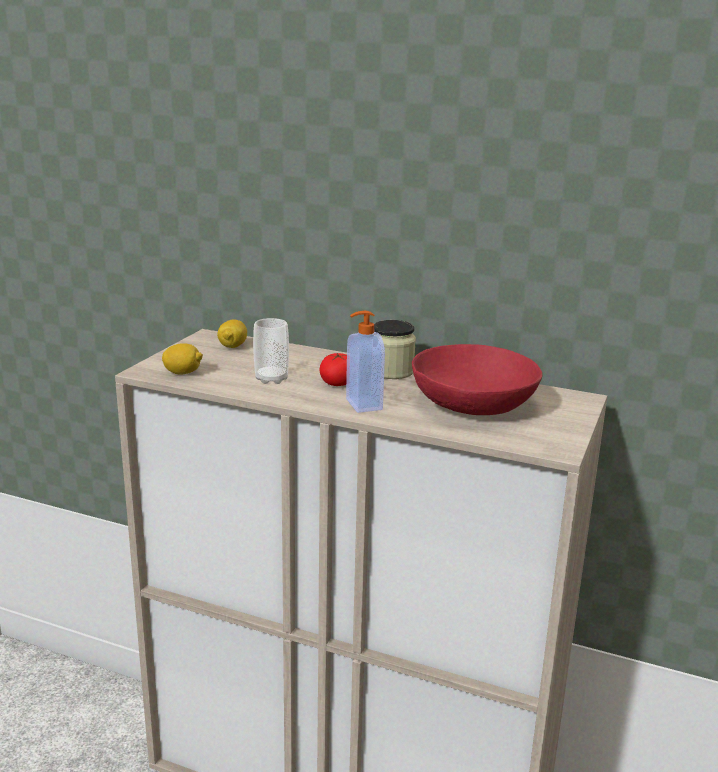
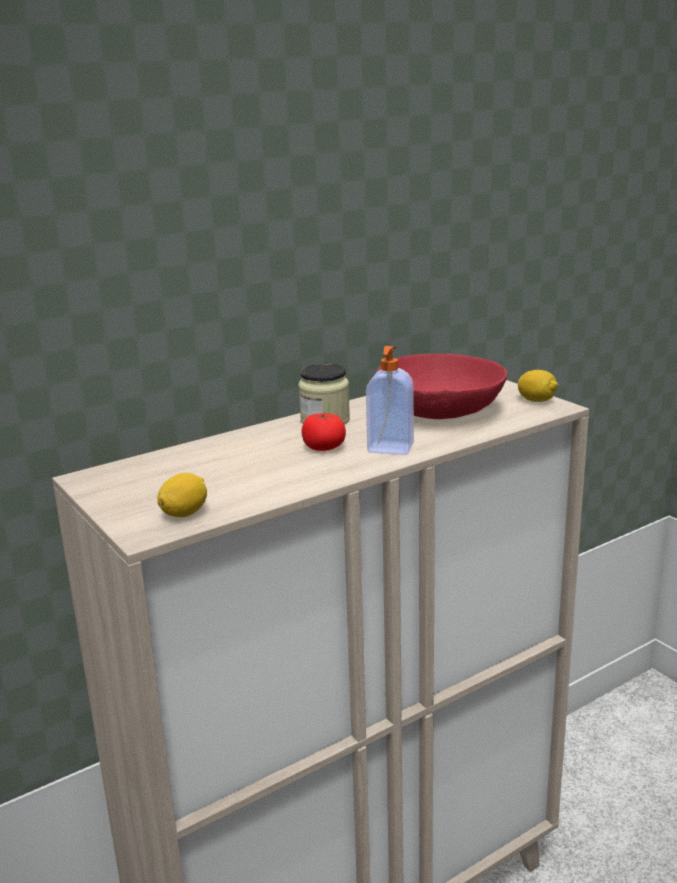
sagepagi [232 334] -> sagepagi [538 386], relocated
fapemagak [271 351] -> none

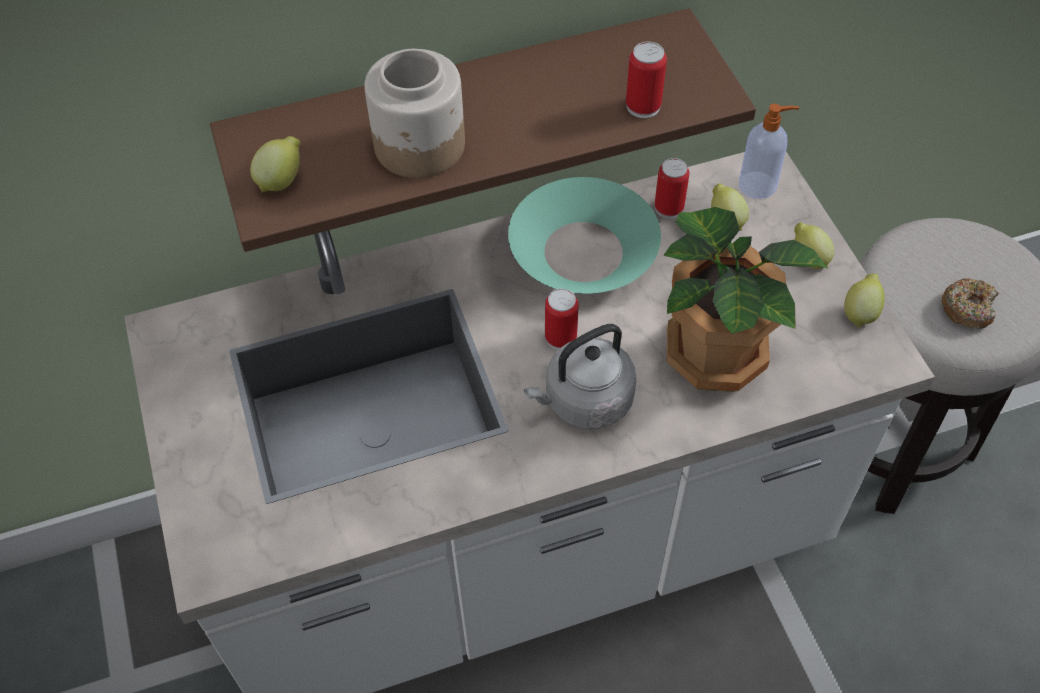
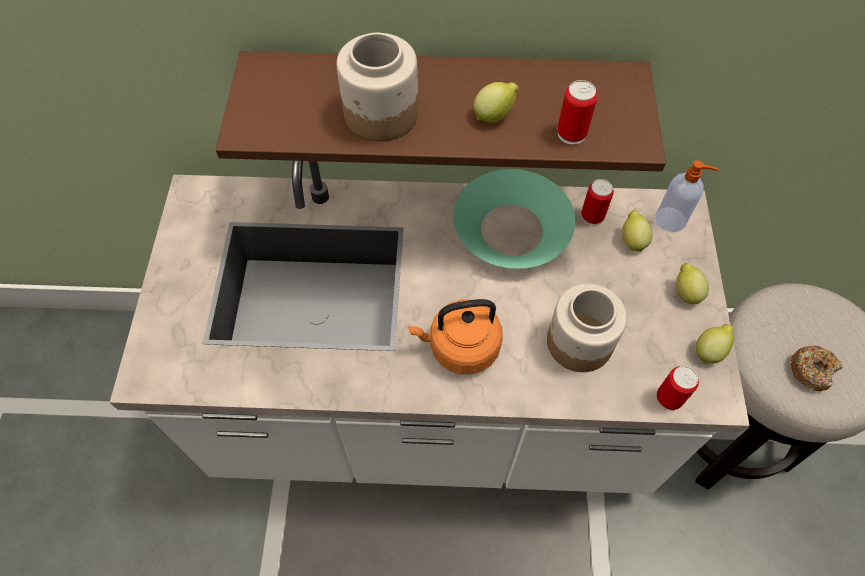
sagepagi [275 164] -> sagepagi [496 102], relocated
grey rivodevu [580 376] -> orange rivodevu [455 336]
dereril [562 319] -> dereril [677 388], relocated
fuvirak [745 299] -> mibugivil [587 327]

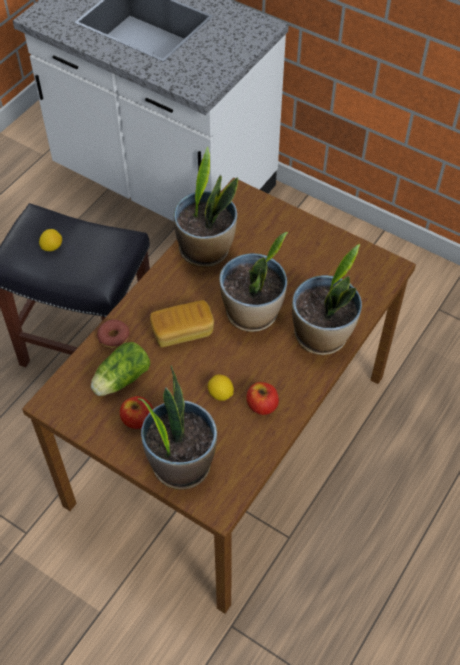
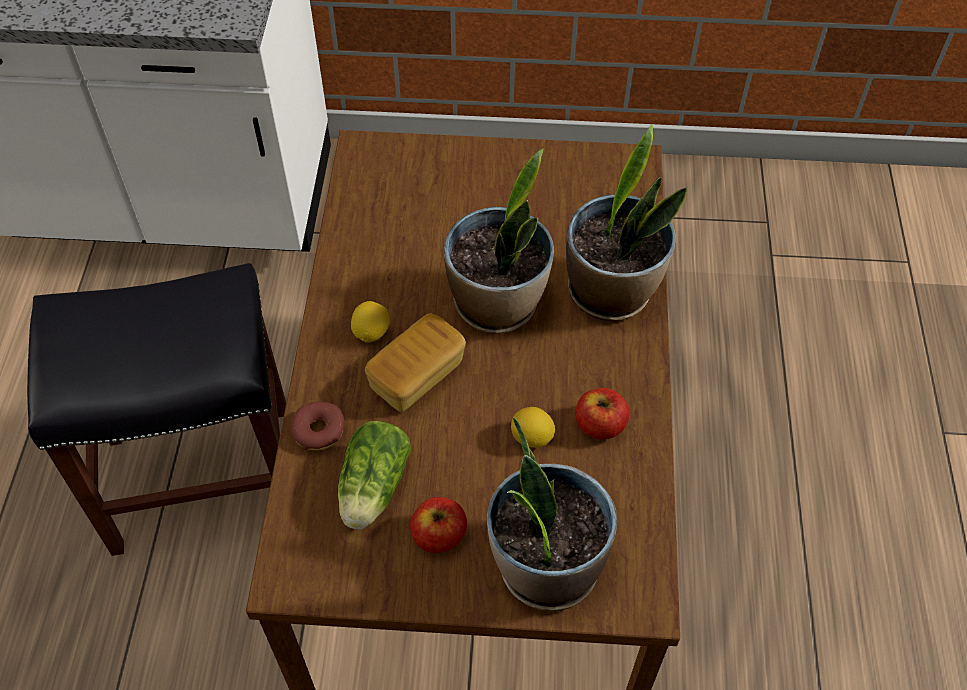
sagepagi [50 240] -> sagepagi [370 322], relocated
fuvirak [206 207] -> none

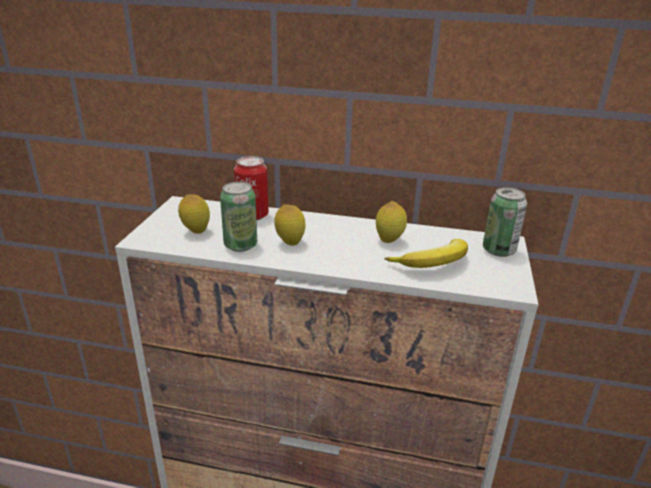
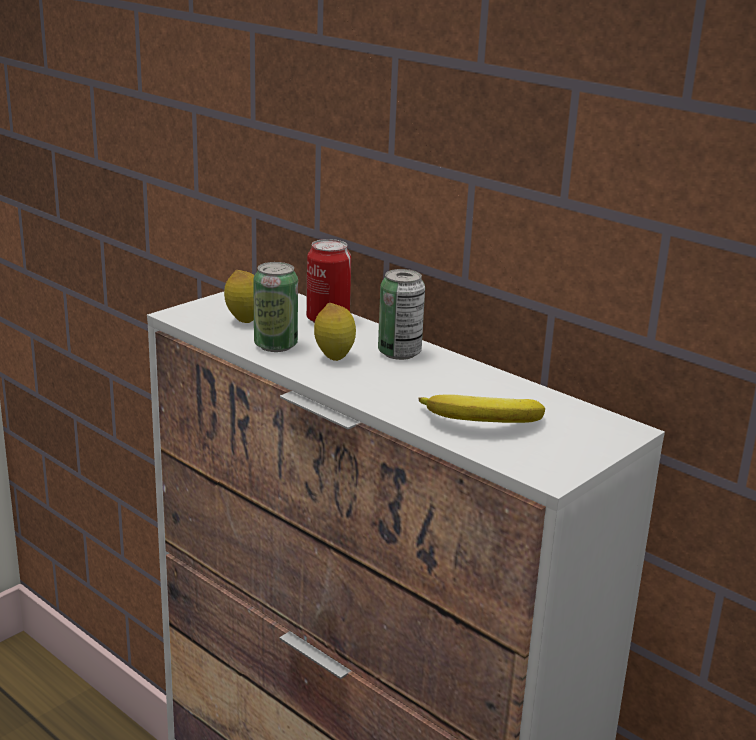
sagepagi [391 222] -> none
dereril [505 222] -> dereril [401 314], relocated

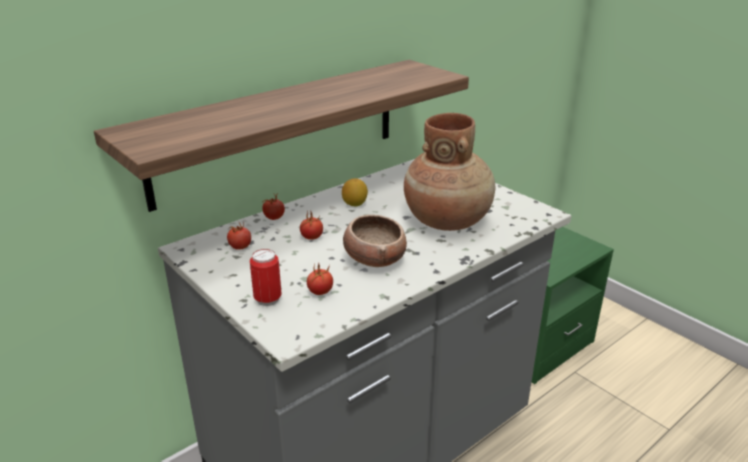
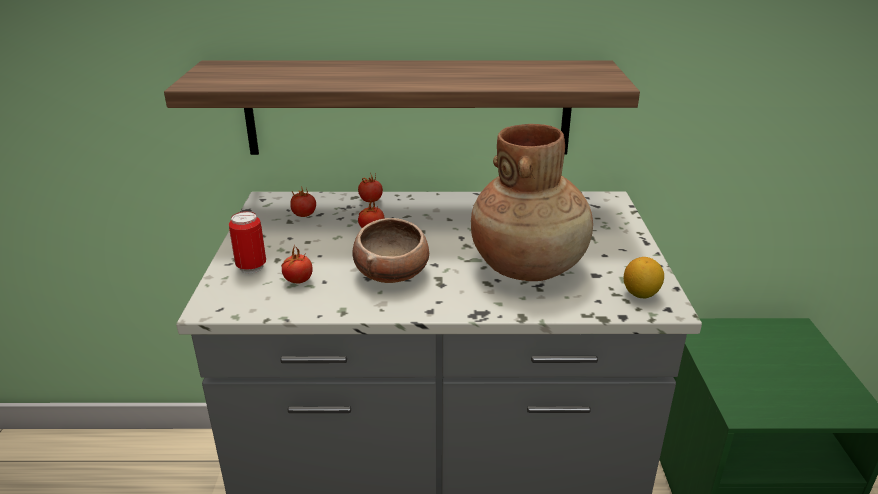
sagepagi [355 192] -> sagepagi [644 278], relocated

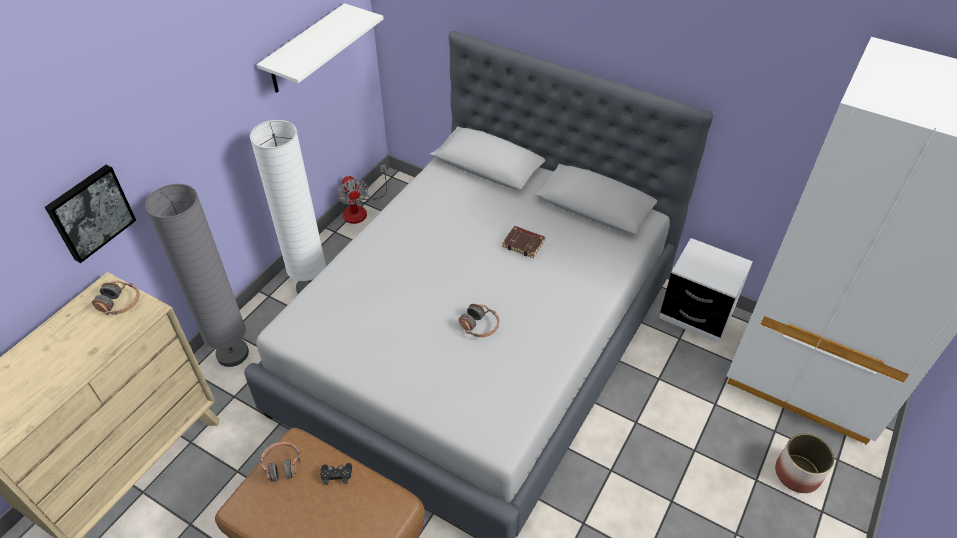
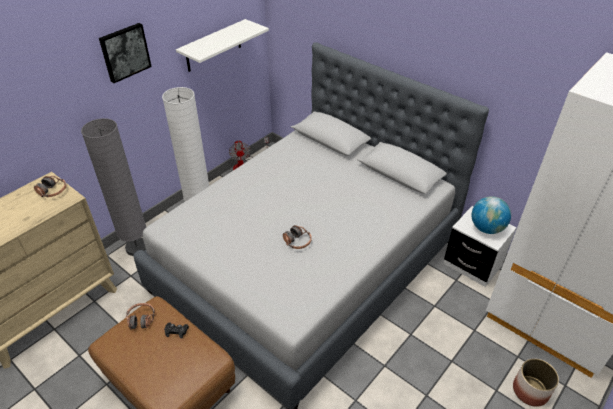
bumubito [90 214] -> bumubito [125 53], relocated
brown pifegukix [523 242] -> none
none -> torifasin [491 215]

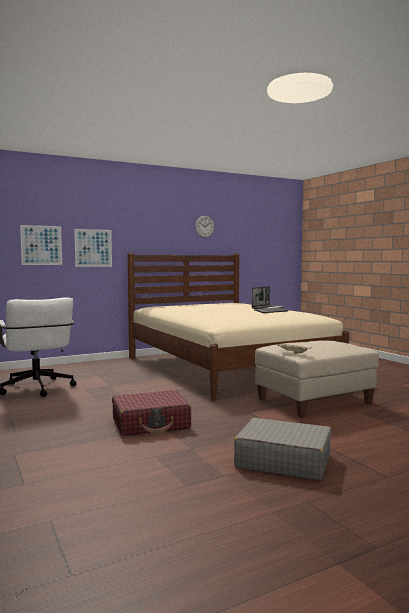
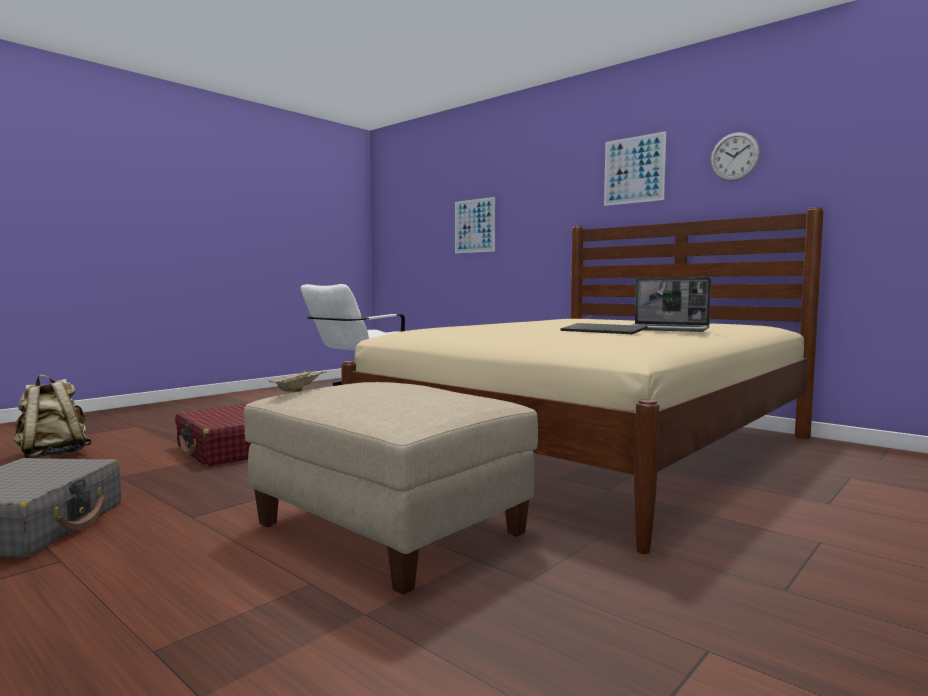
bumubito [93 248] -> bumubito [635 168], relocated
none -> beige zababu [53 416]

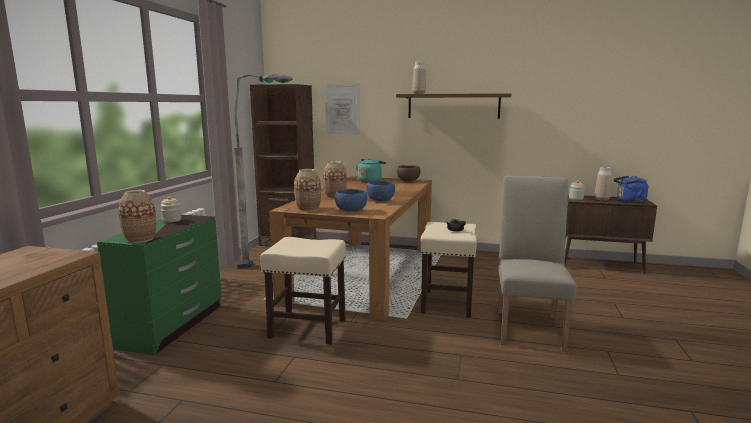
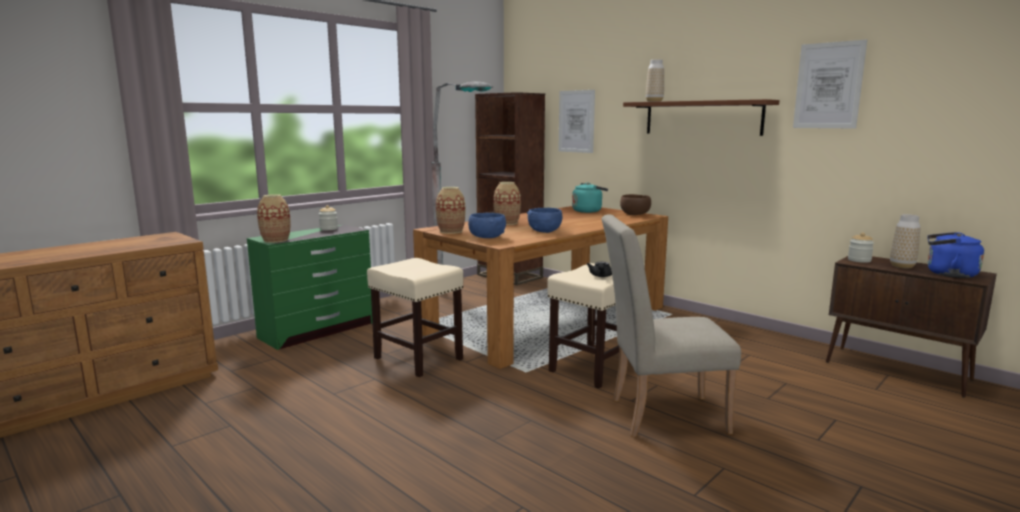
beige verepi [537 263] -> beige verepi [671 325], 135 degrees counterclockwise
none -> bumubito [830 84]

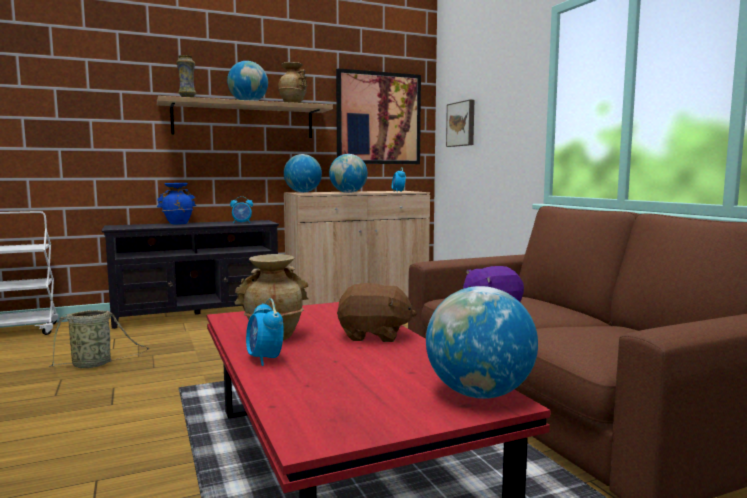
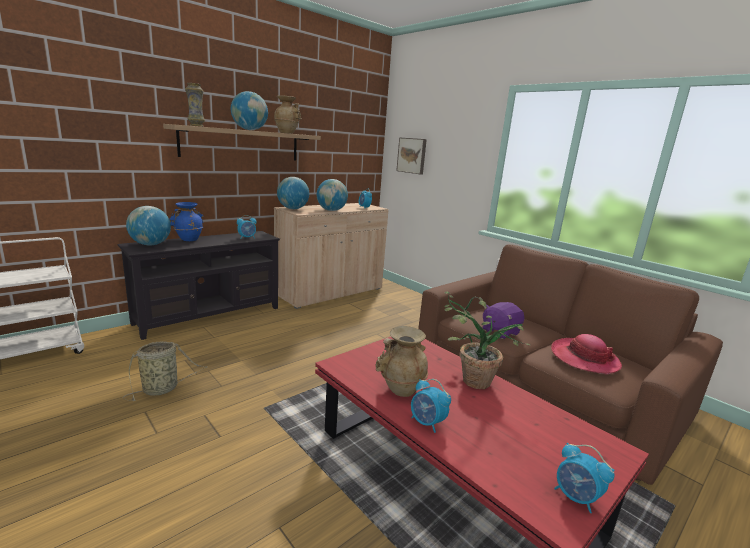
bumubito [378 116] -> none
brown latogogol [377 312] -> fuvirak [487 340]
torifasin [482 342] -> torifasin [148 226], relocated
none -> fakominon [586 354]
none -> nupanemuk [584 478]

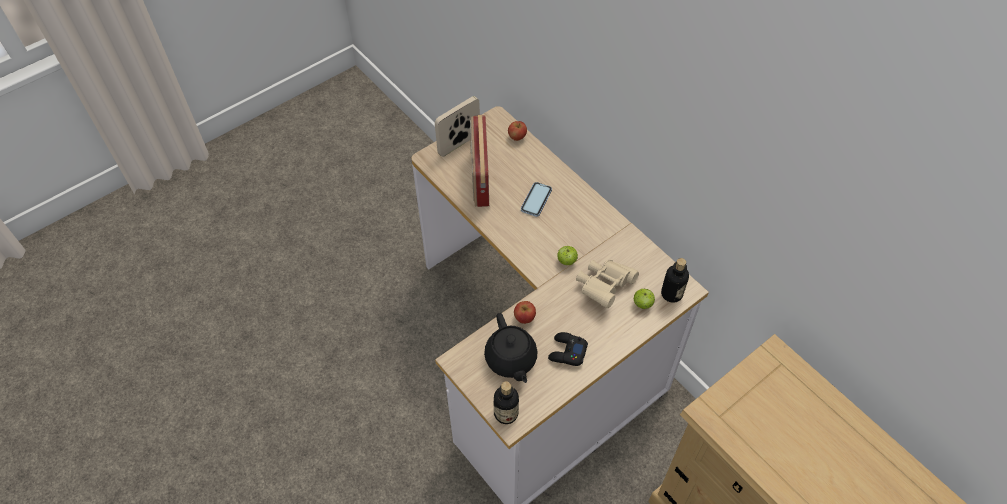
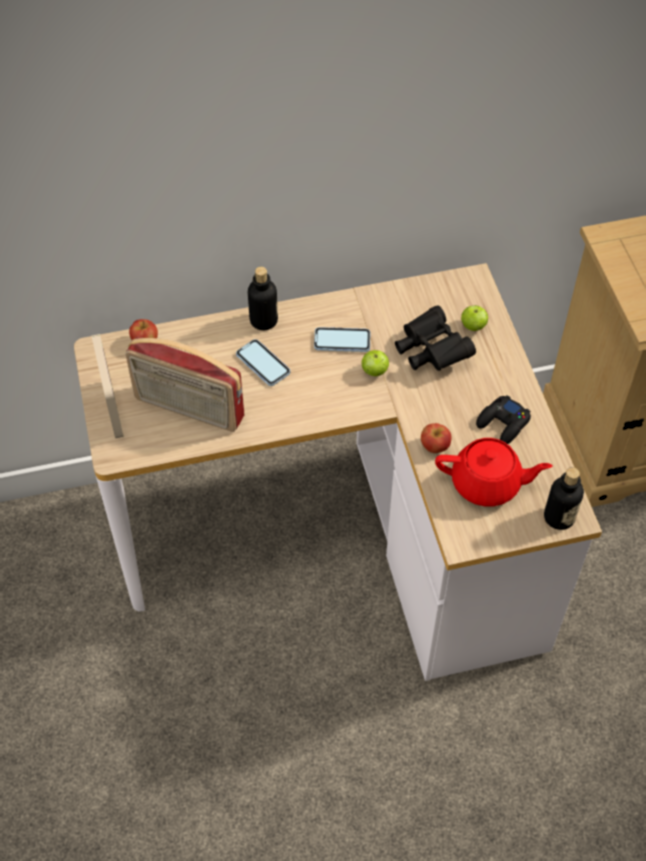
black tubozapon [510 348] -> red tubozapon [493 472]
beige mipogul [607 284] -> black mipogul [435 338]
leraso [675 280] -> leraso [263 298], relocated
none -> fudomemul [342 339]

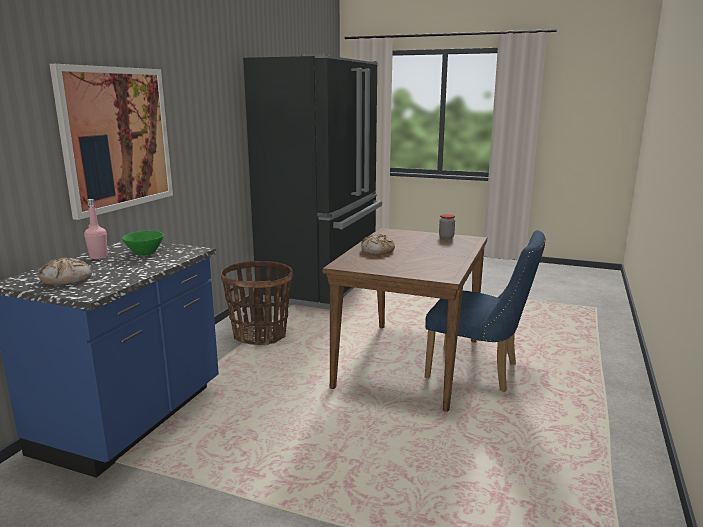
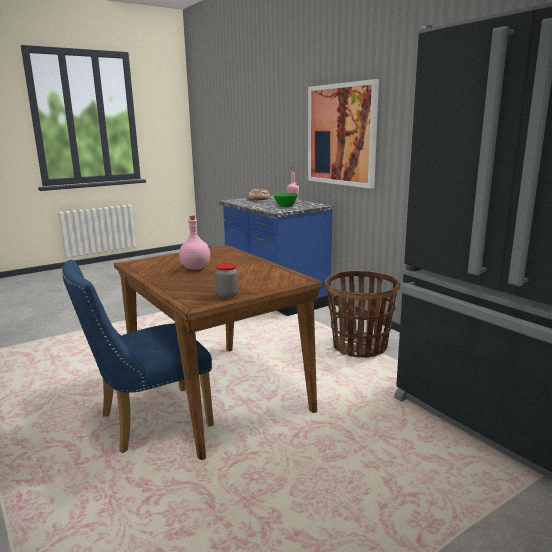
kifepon [378 244] -> none
none -> pink leraso [194 242]

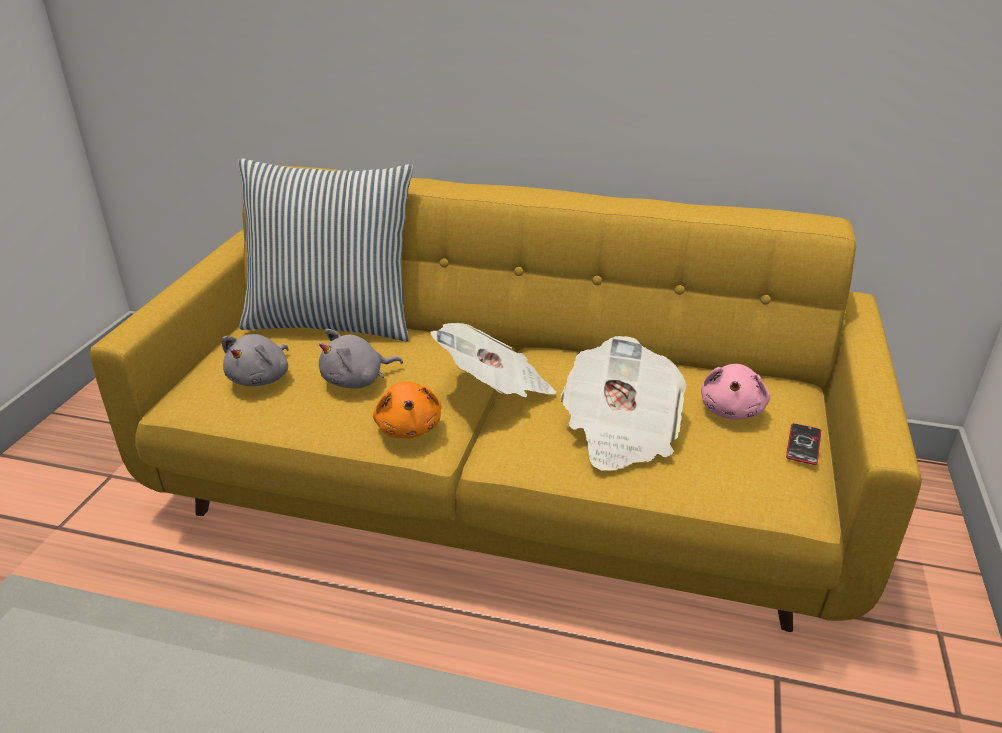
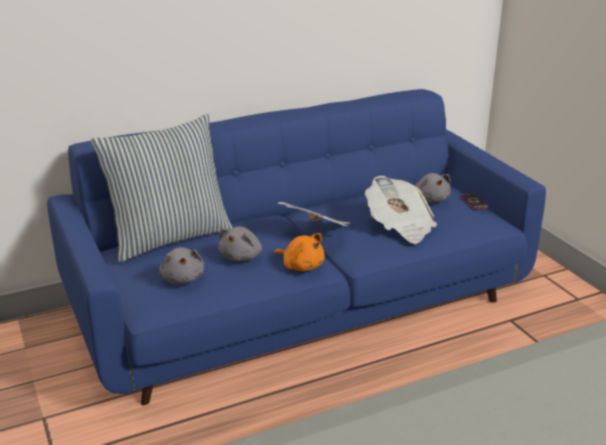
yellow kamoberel [506 399] -> blue kamoberel [296 247]
pink latogogol [735 391] -> grey latogogol [433 188]

